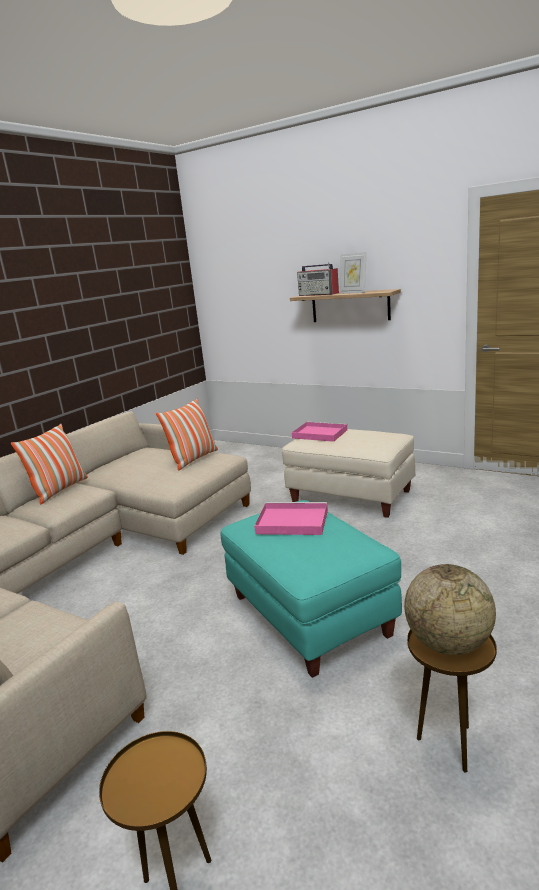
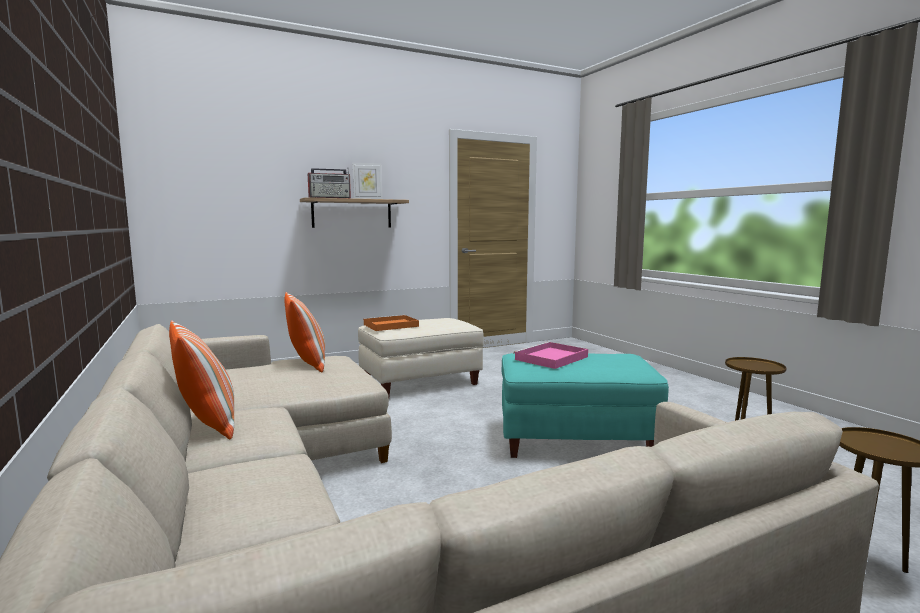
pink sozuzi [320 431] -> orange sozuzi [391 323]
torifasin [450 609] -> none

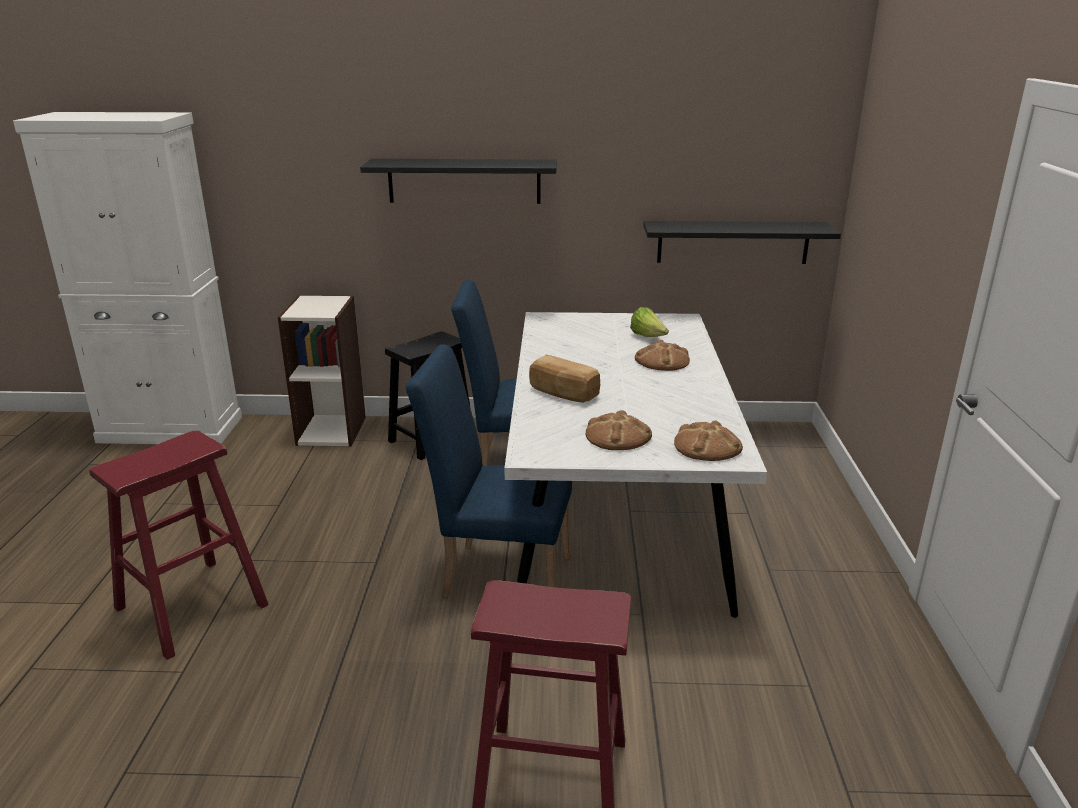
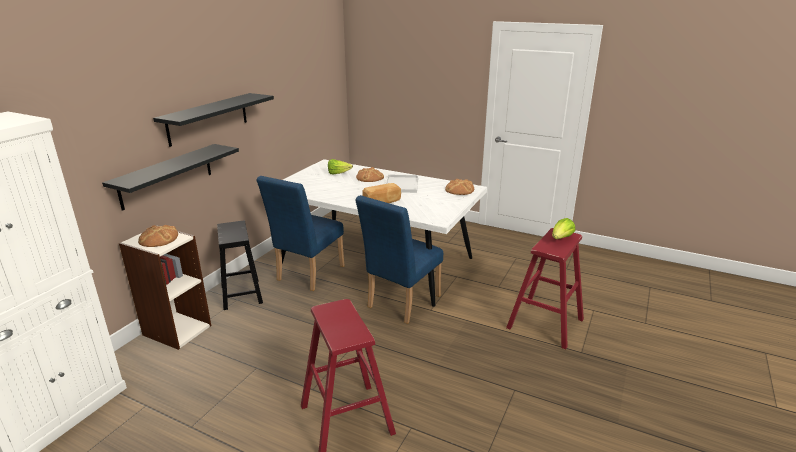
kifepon [619 430] -> kifepon [158 236], relocated
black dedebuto [742 242] -> black dedebuto [170 177], relocated
none -> white sozuzi [402 183]
none -> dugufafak [563 228]

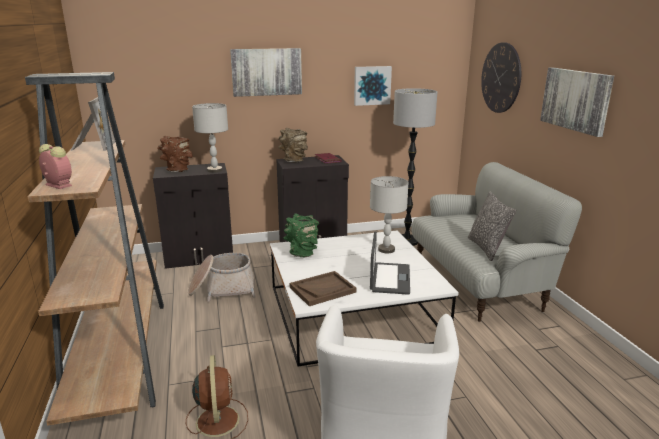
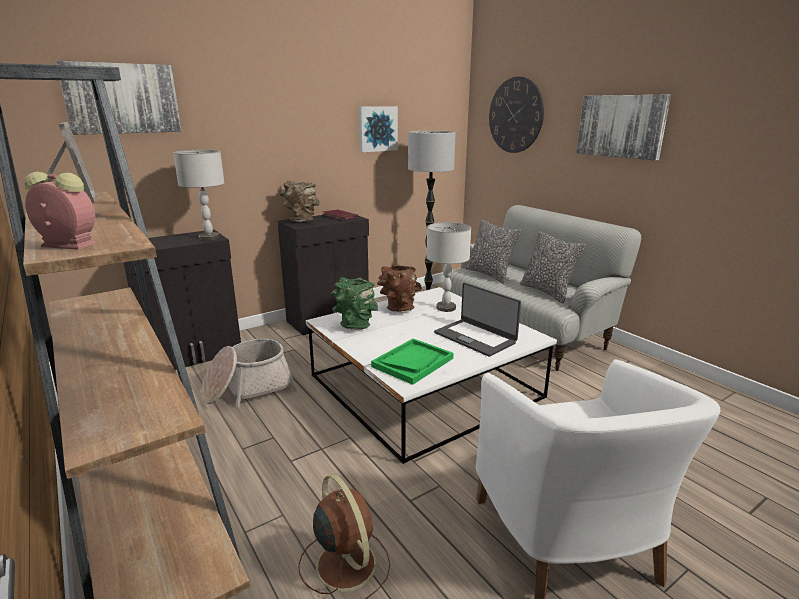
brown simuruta [175 154] -> brown simuruta [399 288], relocated
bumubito [266 72] -> bumubito [118 98], relocated
brown sozuzi [323 288] -> green sozuzi [412 361]
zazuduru [390 263] -> zazuduru [477 320], 150 degrees clockwise
none -> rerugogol [493 252]

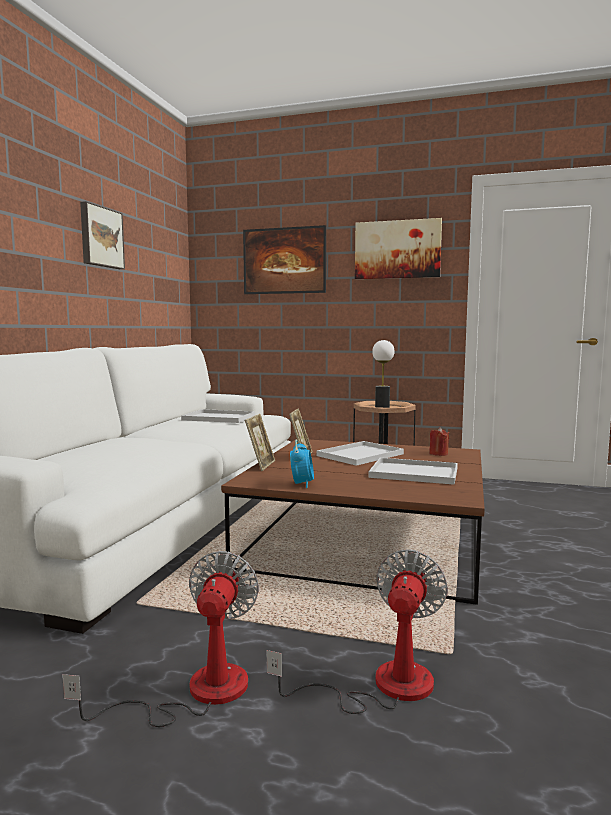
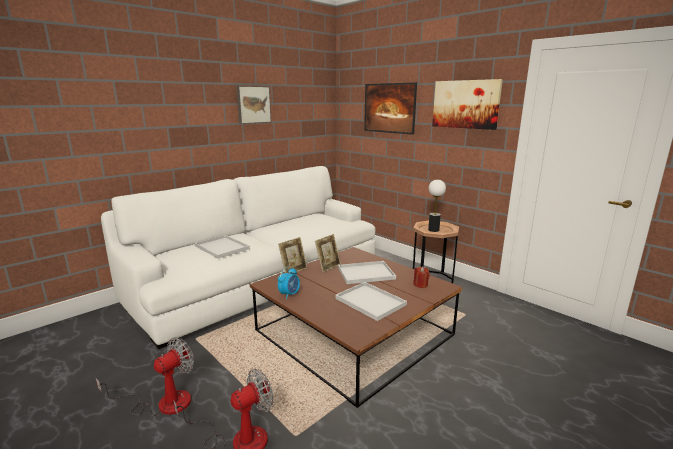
white sozuzi [218 416] -> white sozuzi [222 247], relocated

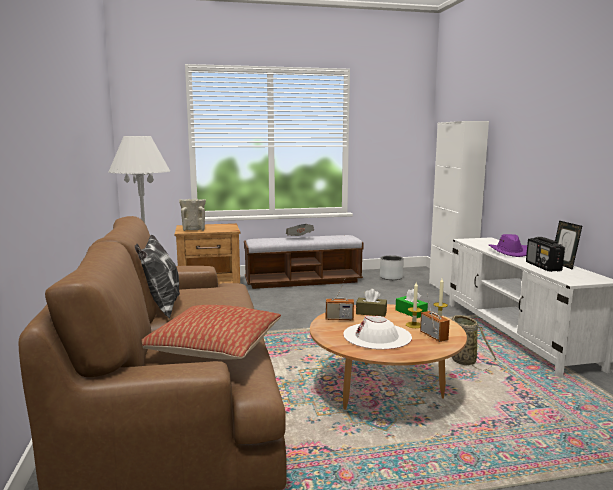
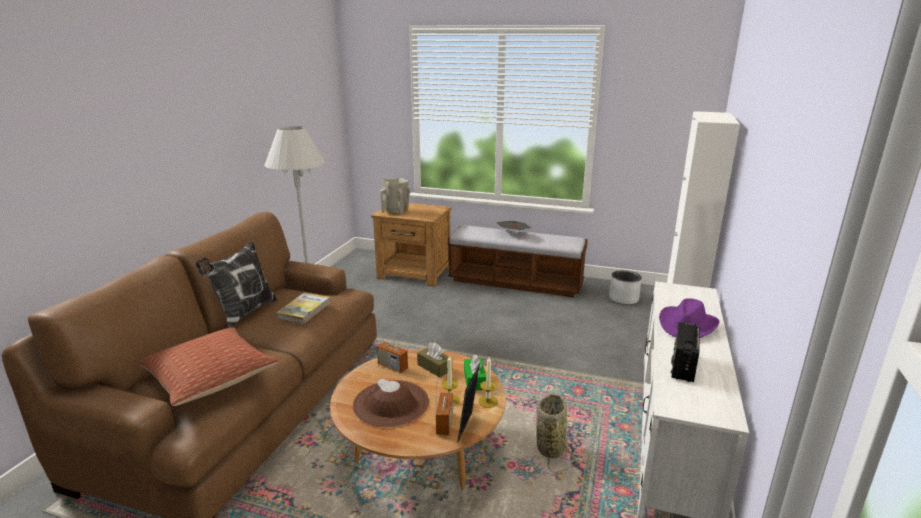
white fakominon [377 332] -> brown fakominon [391 402]
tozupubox [568 245] -> tozupubox [468 403], relocated
none -> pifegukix [303 308]

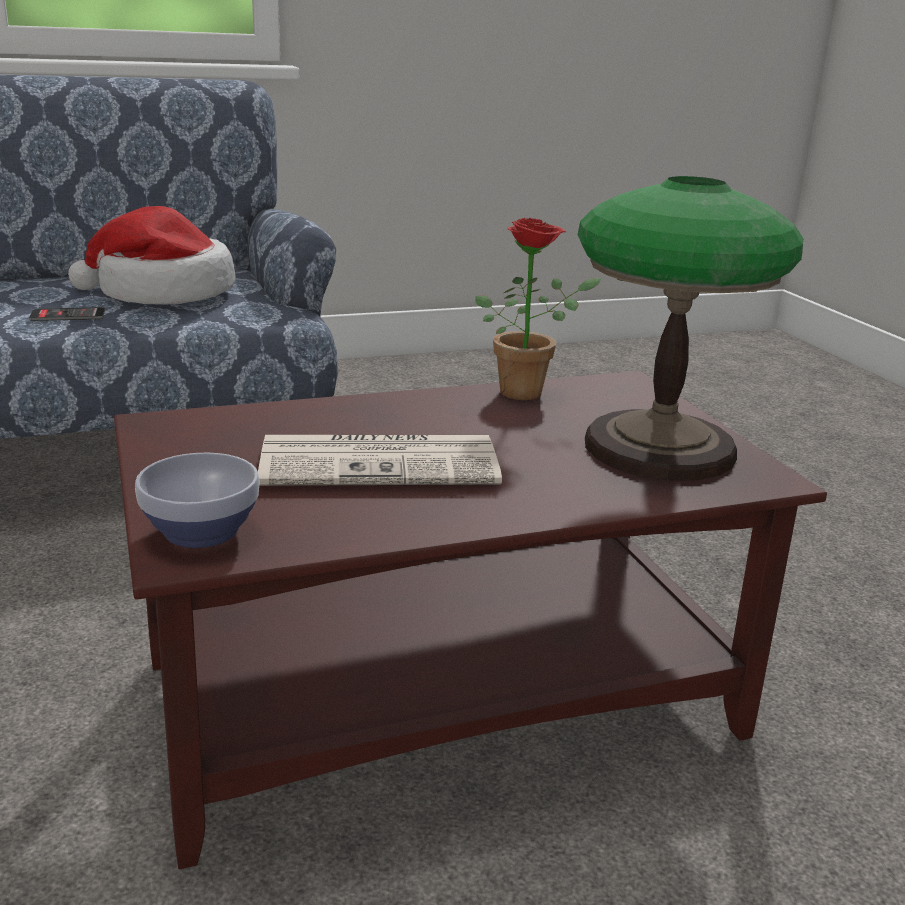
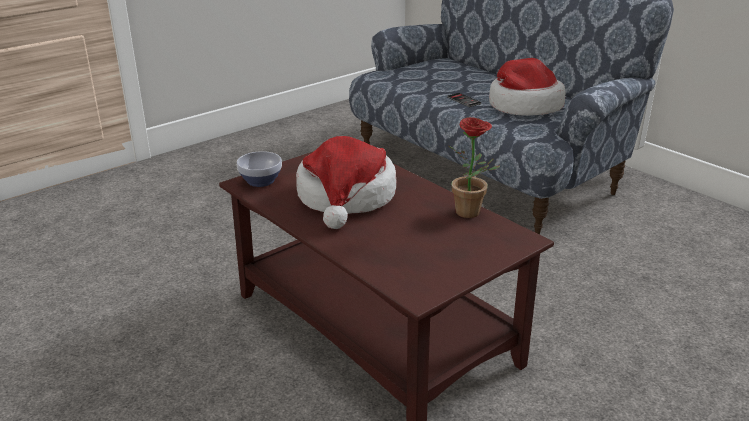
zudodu [380 460] -> fakominon [346 182]
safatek [690 328] -> none

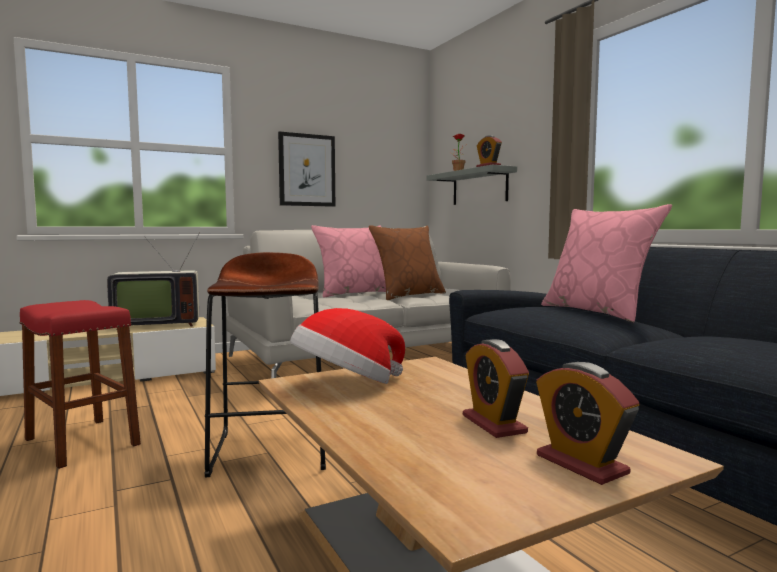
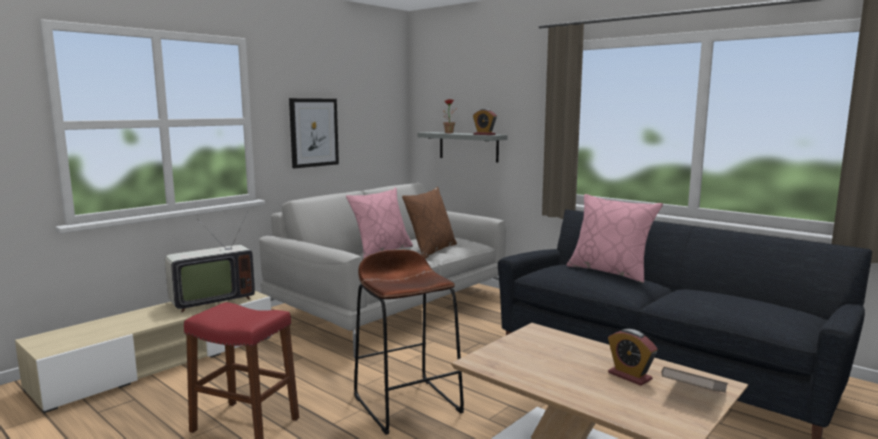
fakominon [347 346] -> none
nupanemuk [588 423] -> brown pifegukix [695 380]

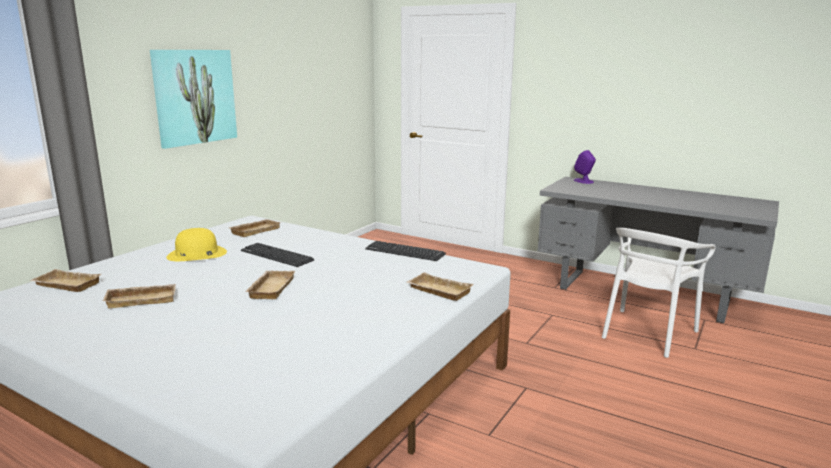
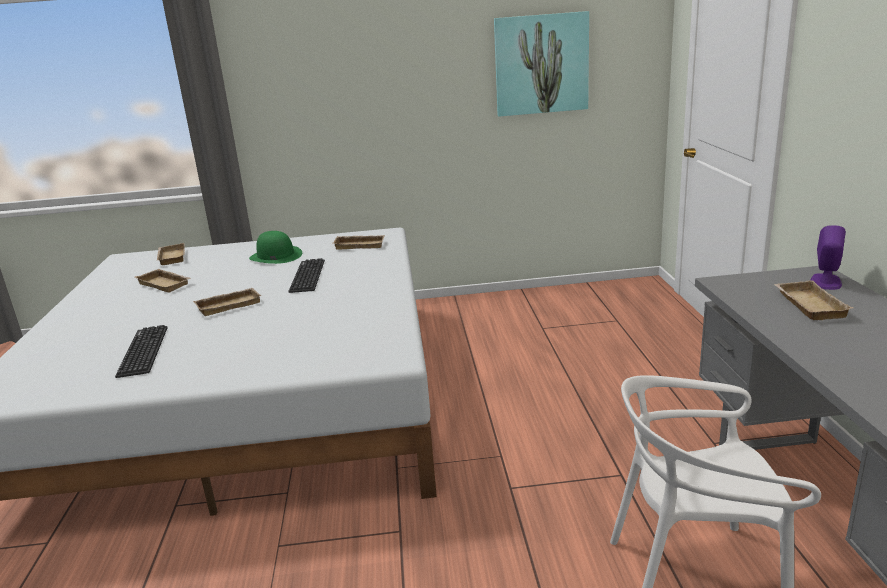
bumubito [193 99] -> bumubito [541 64], relocated
yellow fakominon [197 244] -> green fakominon [275 247]
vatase [405 251] -> vatase [141 351], relocated
beige sozuzi [440 286] -> beige sozuzi [814 300], relocated

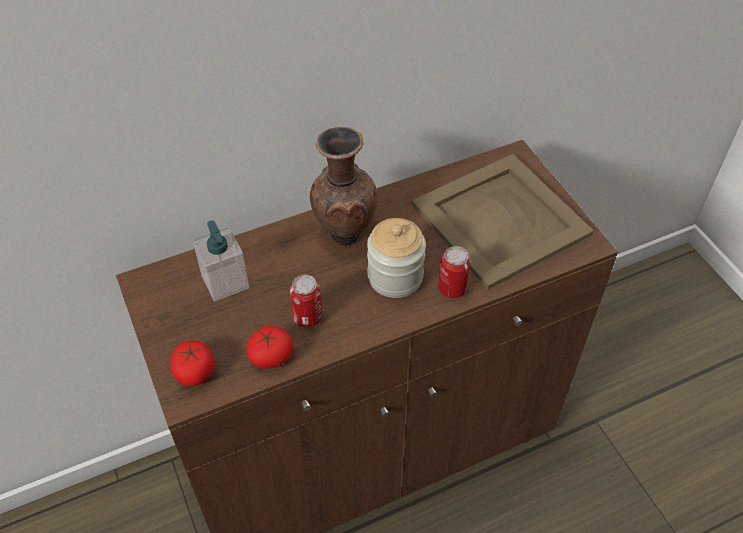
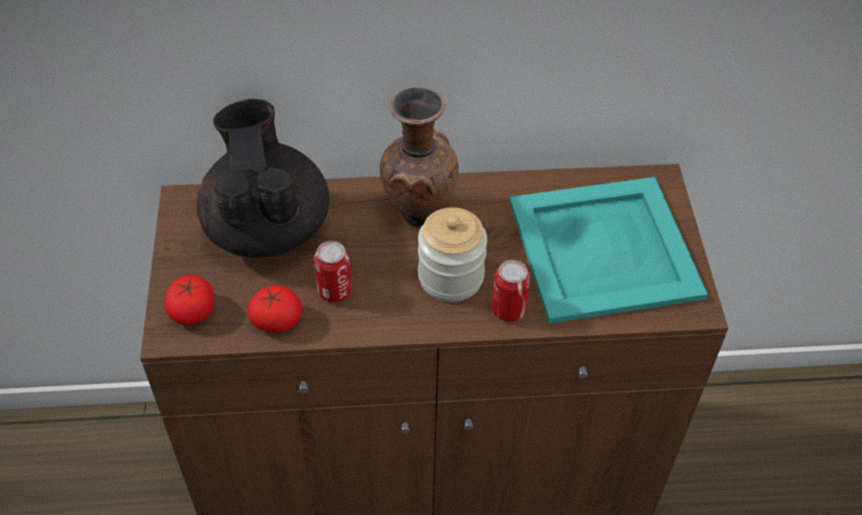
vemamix [221 261] -> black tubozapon [263 178]
beige sozuzi [503 222] -> turquoise sozuzi [608 250]

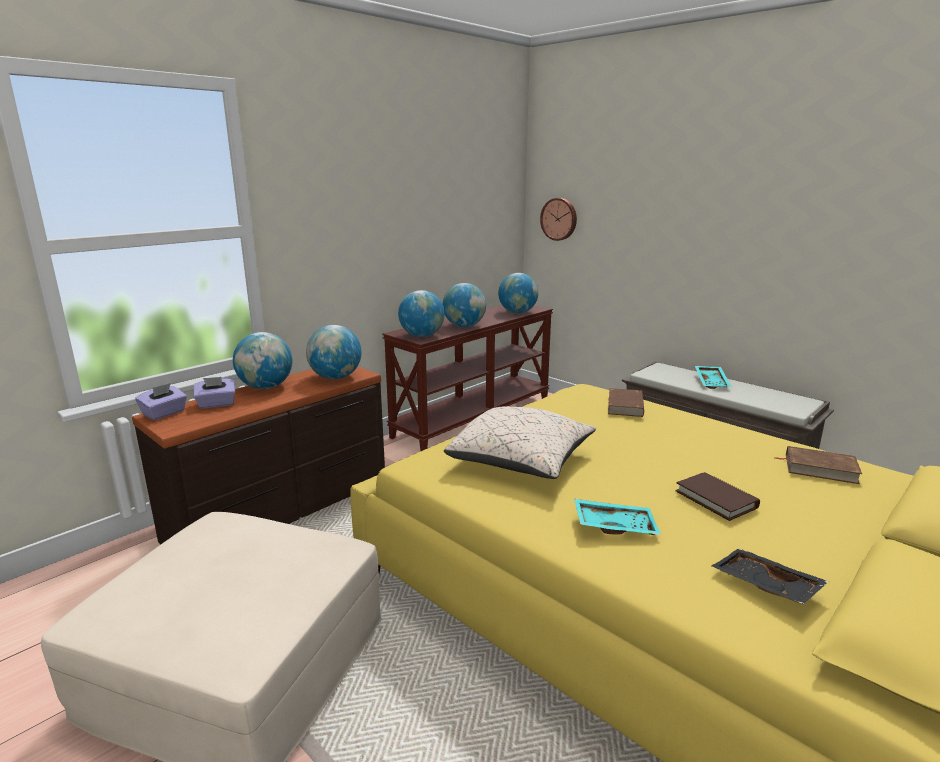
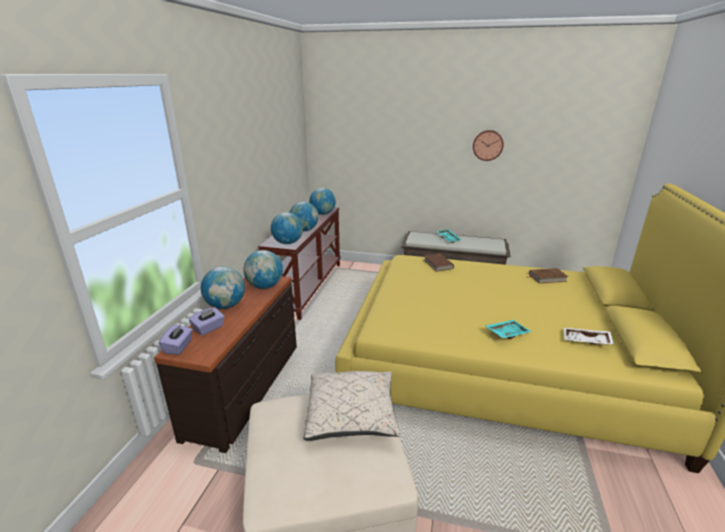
beige rerugogol [520 443] -> beige rerugogol [352 406], relocated
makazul [558 219] -> makazul [488 145], relocated
brown pifegukix [718 496] -> none
black sozuzi [770 576] -> white sozuzi [589 336]

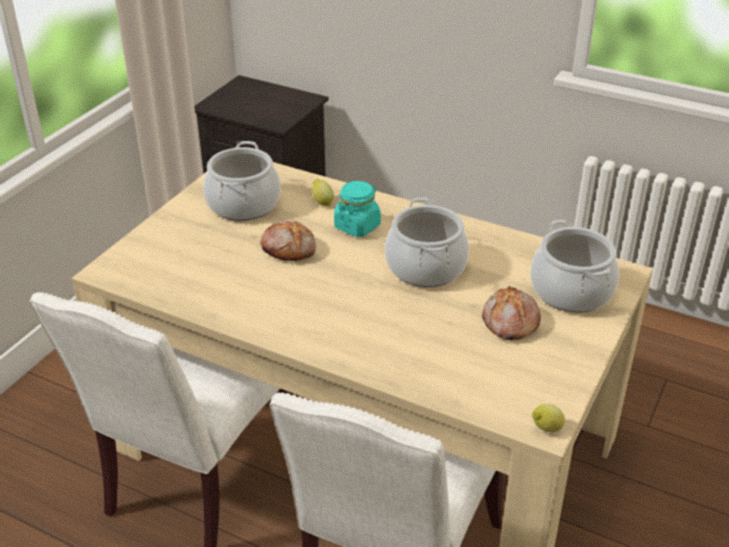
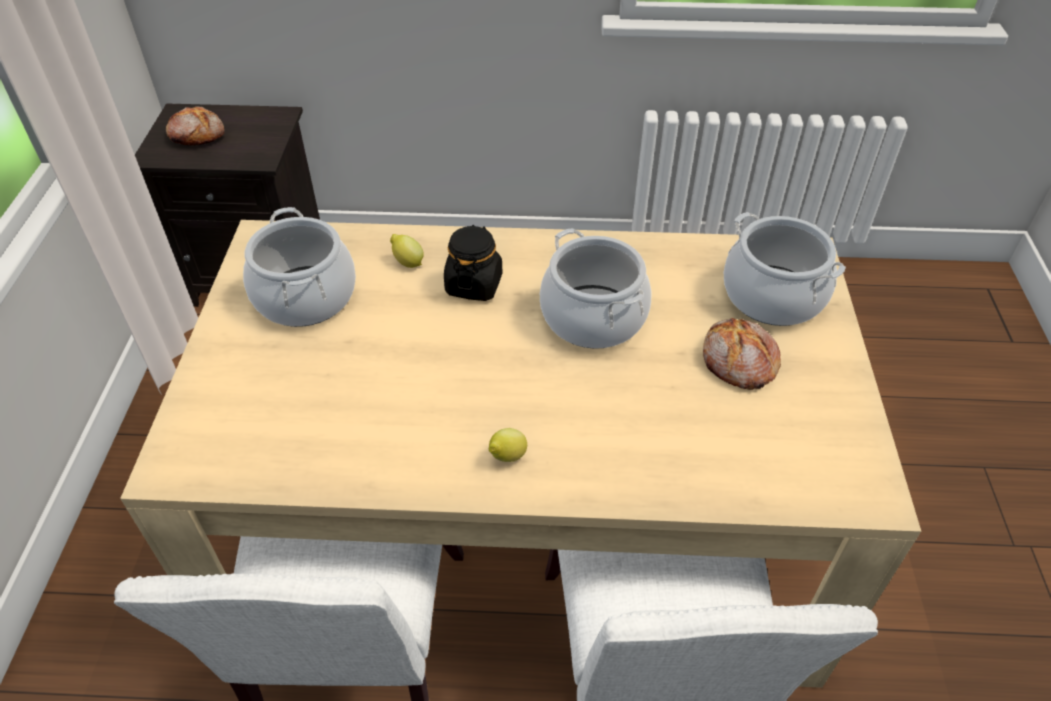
kifepon [288 241] -> kifepon [195 125], relocated
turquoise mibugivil [357 209] -> black mibugivil [473 263]
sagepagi [548 418] -> sagepagi [508 445], relocated

